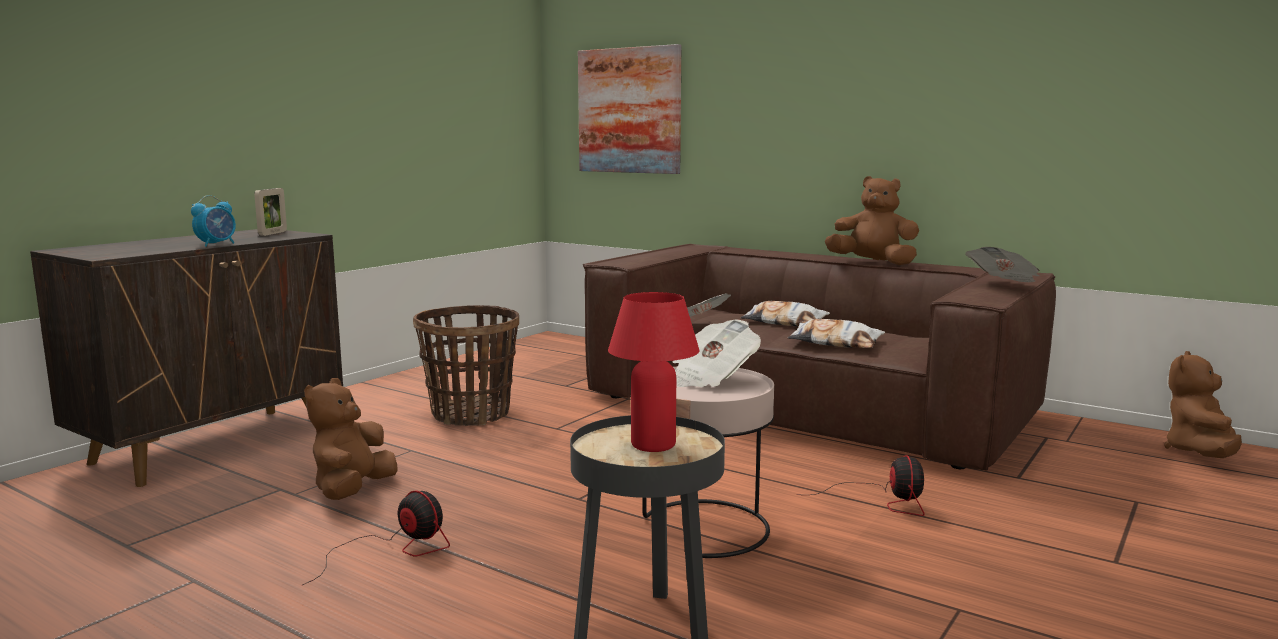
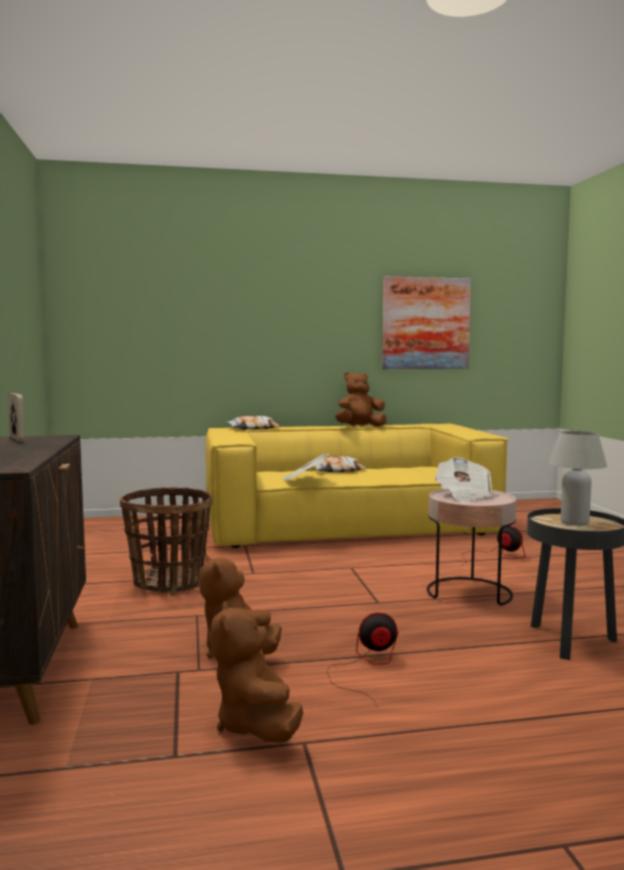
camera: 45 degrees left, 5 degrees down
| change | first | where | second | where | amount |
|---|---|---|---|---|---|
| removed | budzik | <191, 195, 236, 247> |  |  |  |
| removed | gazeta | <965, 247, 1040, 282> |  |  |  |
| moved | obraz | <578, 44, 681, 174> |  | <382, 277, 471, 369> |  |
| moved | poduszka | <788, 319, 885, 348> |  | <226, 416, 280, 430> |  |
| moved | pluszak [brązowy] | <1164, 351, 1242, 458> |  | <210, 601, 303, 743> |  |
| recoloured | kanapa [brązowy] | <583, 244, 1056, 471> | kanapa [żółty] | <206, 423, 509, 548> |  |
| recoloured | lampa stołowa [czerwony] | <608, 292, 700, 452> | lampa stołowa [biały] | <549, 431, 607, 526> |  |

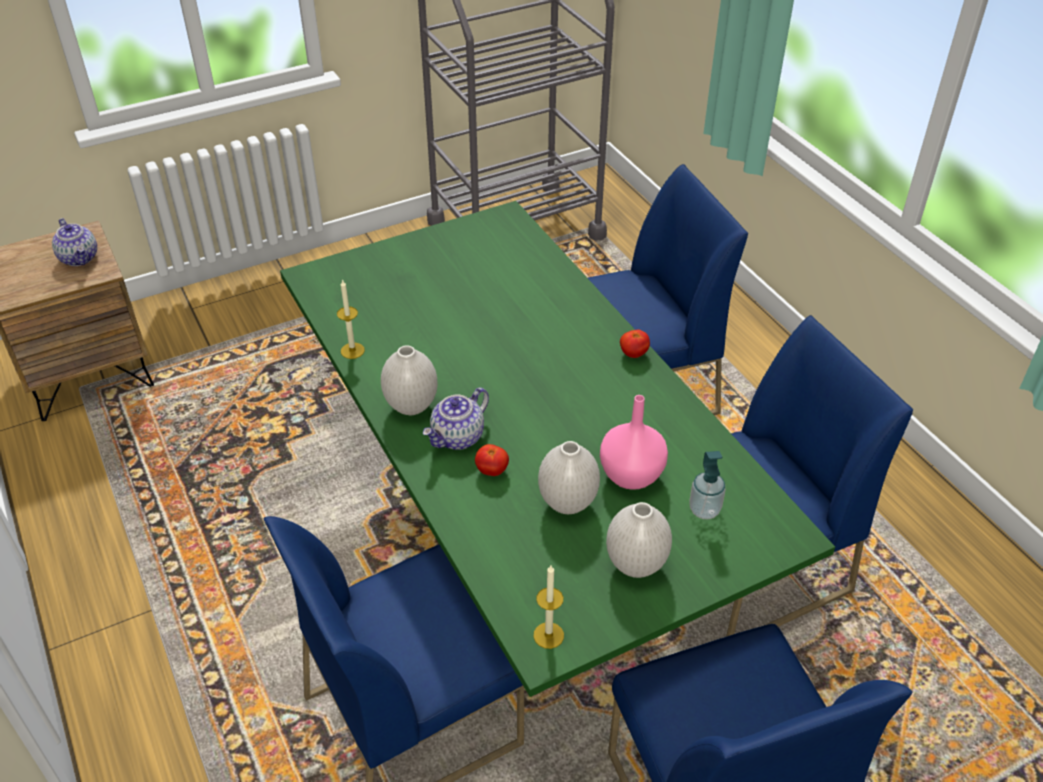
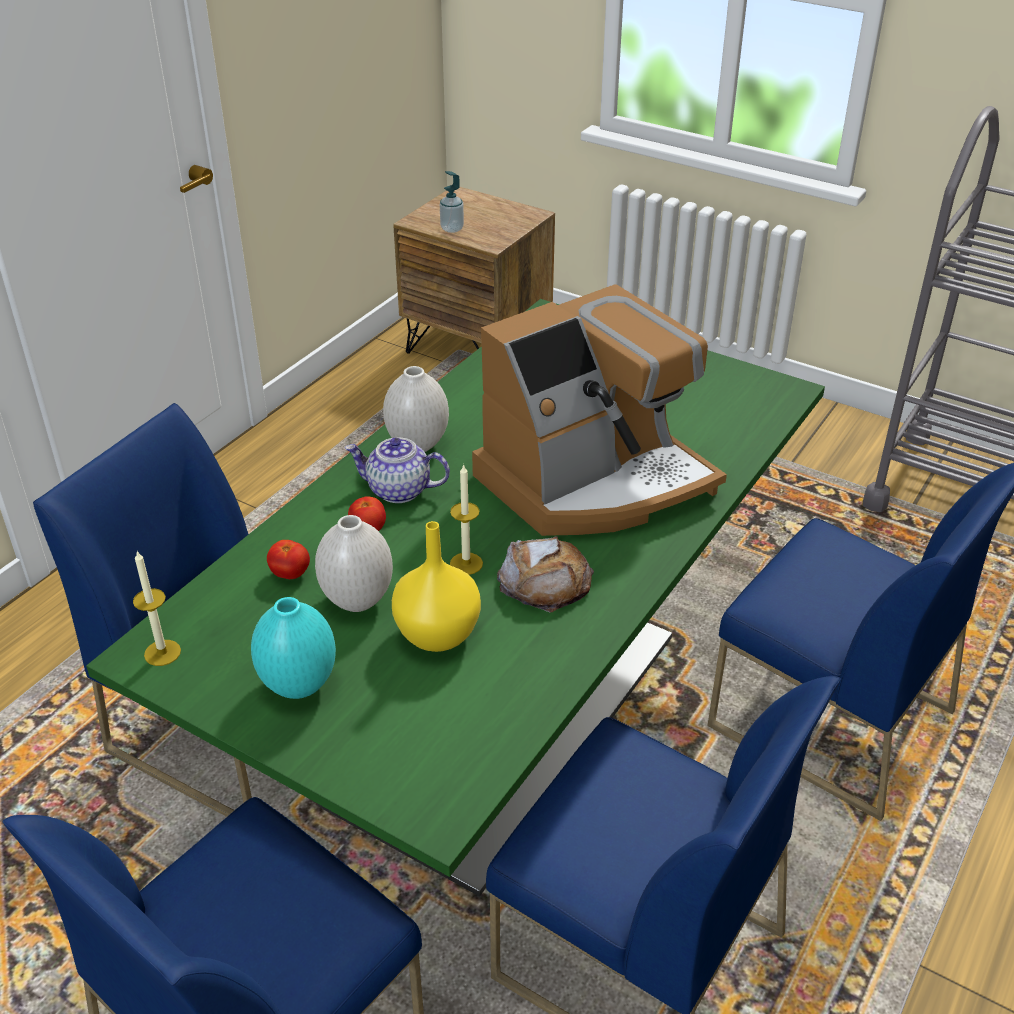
camera: 60 degrees right, 5 degrees down
| change | first | where | second | where | amount |
|---|---|---|---|---|---|
| removed | imbryk | <52, 218, 97, 266> |  |  |  |
| added |  |  | ekspres do kawy | <472, 284, 727, 536> |  |
| added |  |  | chleb | <497, 536, 594, 612> |  |
| moved | świeca | <337, 279, 365, 359> |  | <450, 464, 483, 575> |  |
| moved | pomidor | <620, 330, 650, 358> |  | <267, 540, 310, 579> |  |
| moved | dozownik mydła | <690, 451, 725, 519> |  | <440, 171, 464, 233> |  |
| recoloured | wazon [różowy] | <600, 395, 668, 490> | wazon [żółty] | <392, 521, 481, 652> |  |
| recoloured | wazon [biały] | <606, 502, 672, 578> | wazon [turkusowy] | <251, 597, 336, 699> |  |

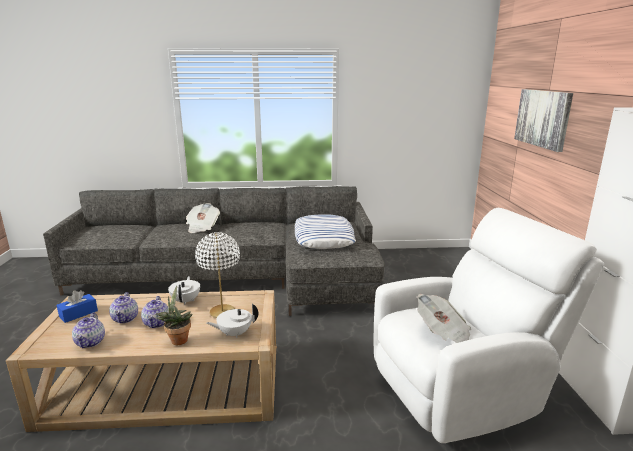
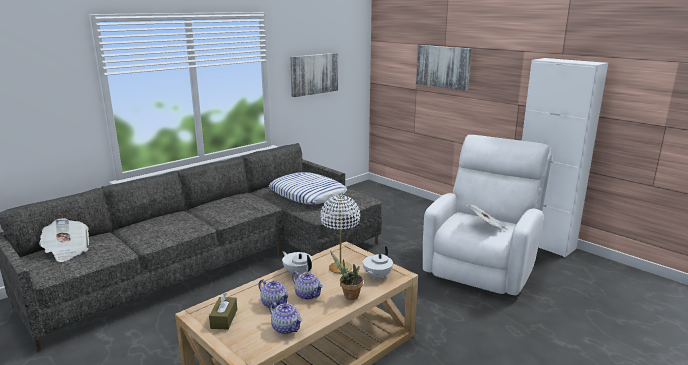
camera: 40 degrees left, 0 degrees up
| change | first | where | second | where | amount |
|---|---|---|---|---|---|
| added |  |  | obraz | <290, 53, 338, 97> |  |
| moved | gazeta | <186, 203, 220, 233> |  | <39, 218, 89, 262> |  |
| recoloured | pudełko chusteczek [niebieski] | <57, 290, 98, 323> | pudełko chusteczek [brązowy] | <209, 293, 237, 329> |  |

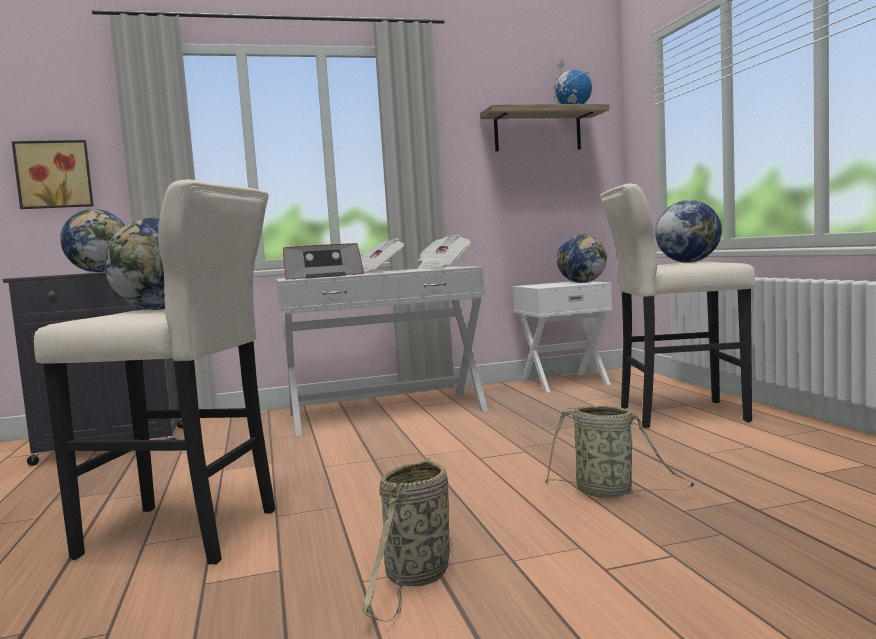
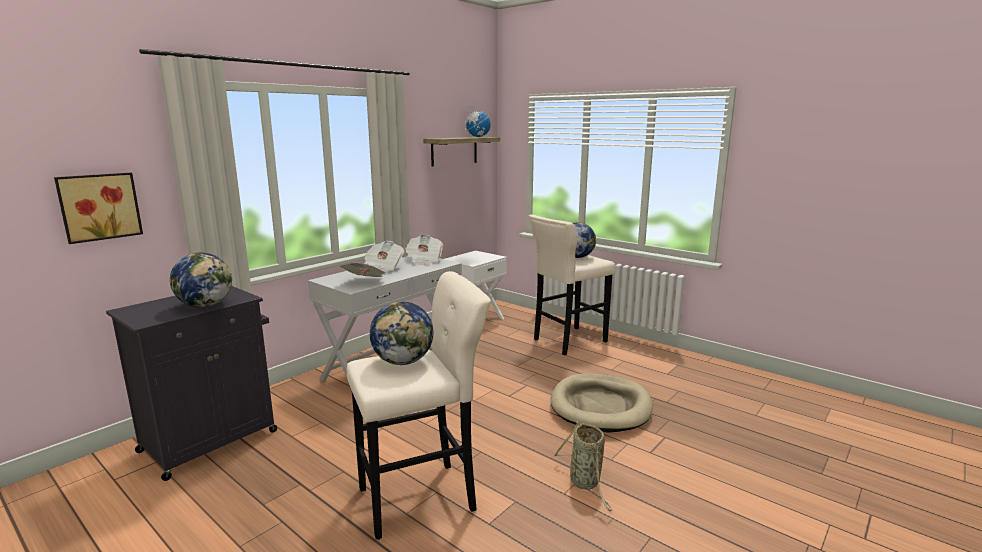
camera: 35 degrees left, 10 degrees up
| change | first | where | second | where | amount |
|---|---|---|---|---|---|
| removed | globus | <557, 234, 607, 283> |  |  |  |
| replaced | radio | <283, 243, 364, 280> | gazeta | <340, 263, 385, 277> |  |
| replaced | koszyk | <545, 405, 695, 498> | legowisko [beżowy] | <550, 374, 653, 433> |  |

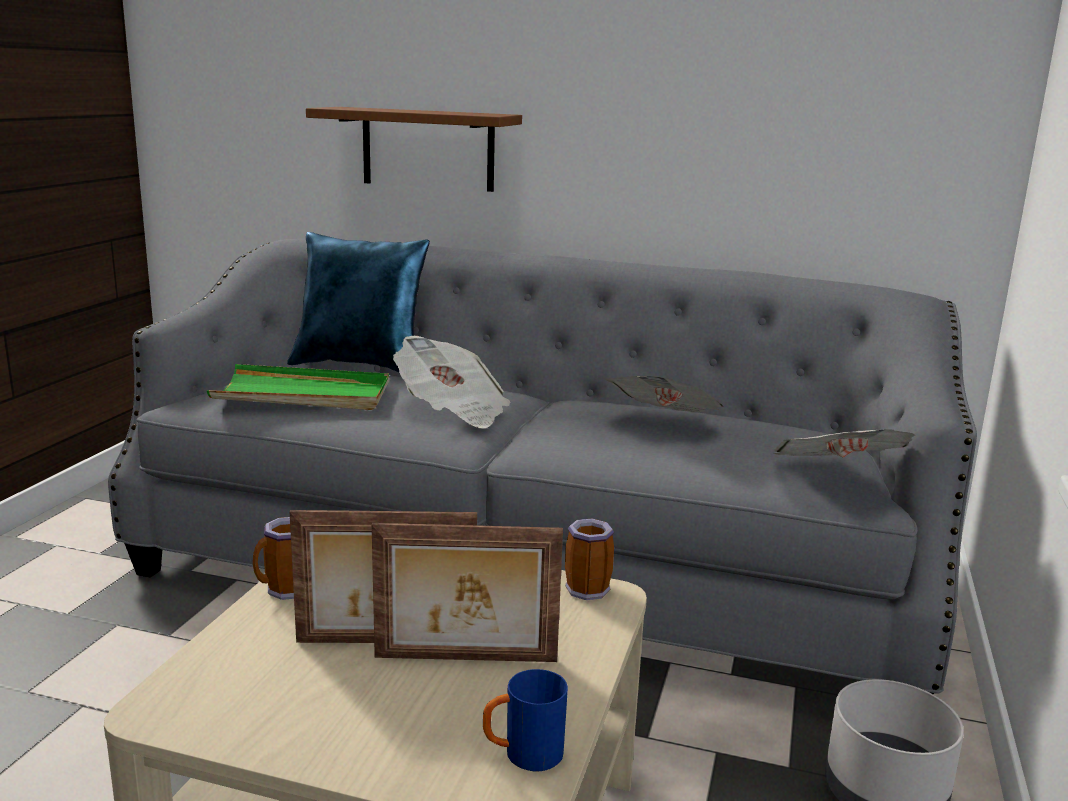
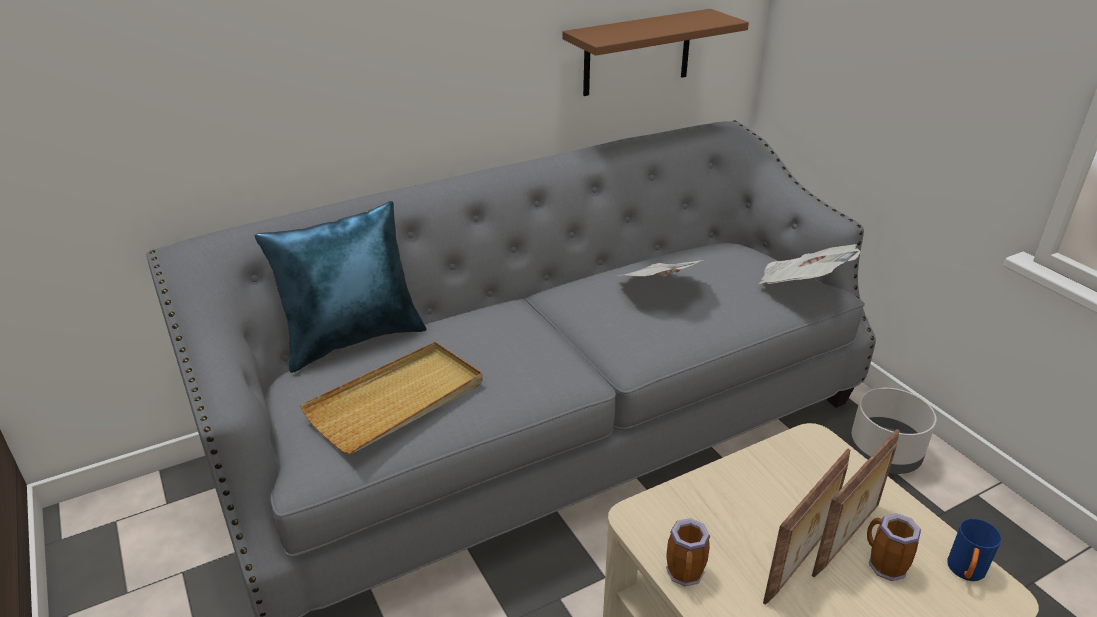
camera: 45 degrees left, 15 degrees up
| change | first | where | second | where | amount |
|---|---|---|---|---|---|
| removed | gazeta | <393, 336, 511, 429> |  |  |  |
| moved | półka [brązowy] | <306, 107, 522, 192> |  | <562, 9, 749, 96> |  |
| moved | kubek | <565, 519, 614, 600> |  | <867, 513, 921, 581> |  |
| recoloured | taca [zielony] | <207, 364, 389, 410> | taca [beżowy] | <300, 342, 483, 455> |  |

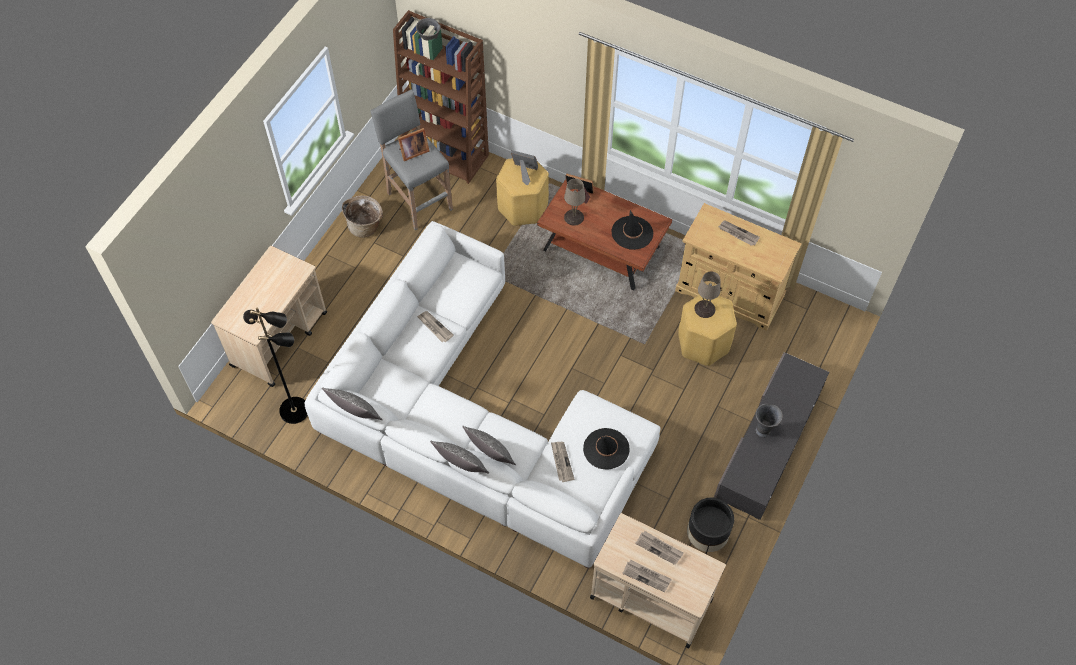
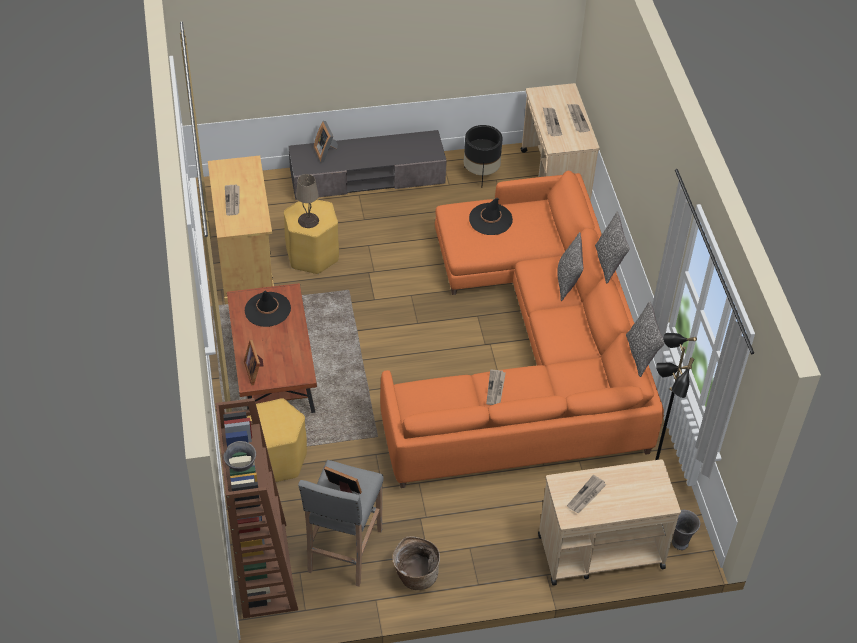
camera: 130 degrees left, 10 degrees down
| change | first | where | second | where | amount |
|---|---|---|---|---|---|
| removed | lampa stołowa [beżowy] | <564, 179, 586, 226> |  |  |  |
| moved | ramka na zdjęcie | <511, 150, 538, 186> |  | <314, 121, 338, 163> |  |
| moved | gazeta | <551, 442, 574, 482> |  | <567, 475, 606, 513> |  |
| moved | wazon [szary] | <755, 404, 783, 438> |  | <672, 510, 700, 550> |  |
| recoloured | kanapa [biały] | <304, 221, 660, 568> | kanapa [pomarańczowy] | <380, 171, 664, 488> |  |

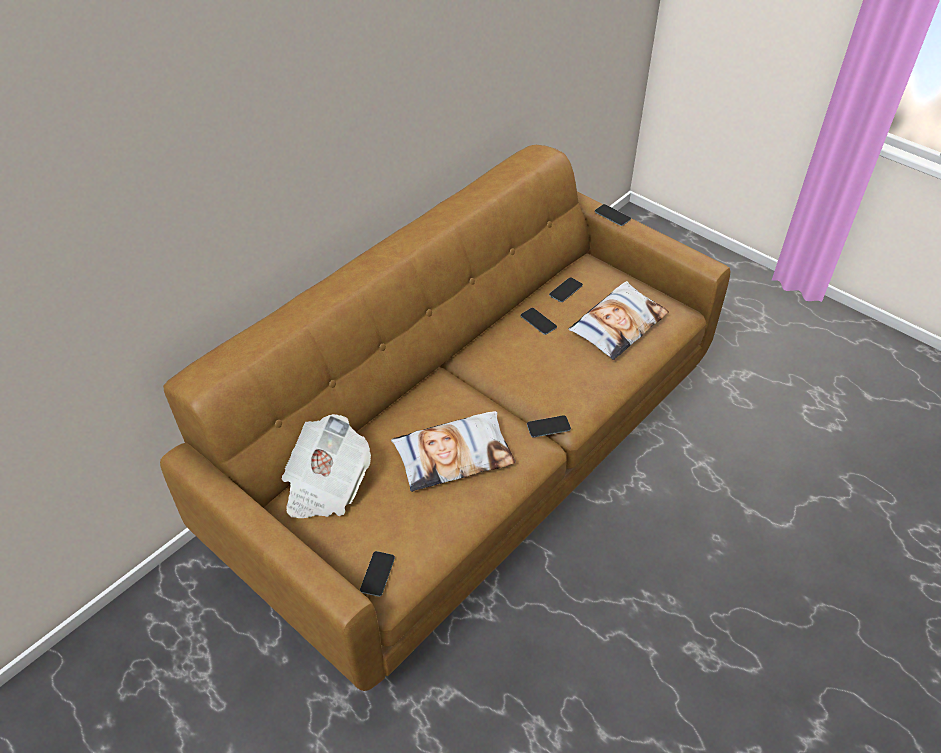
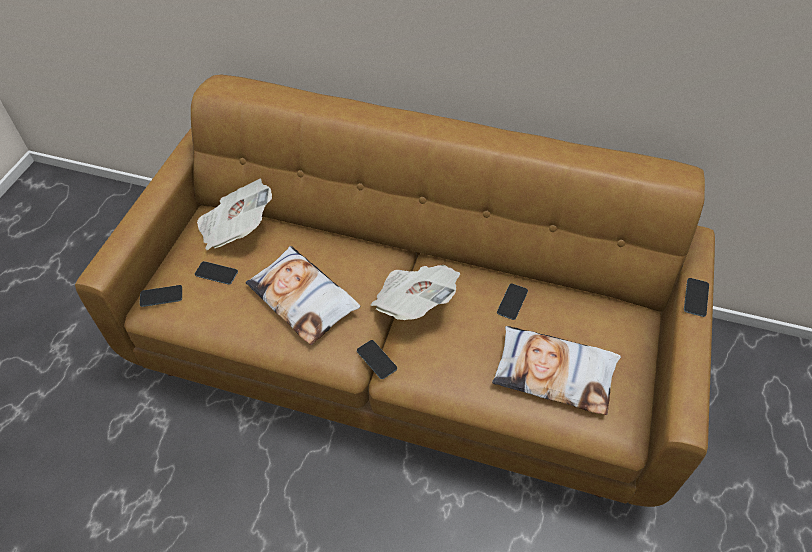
camera: 65 degrees right, 5 degrees up
| change | first | where | second | where | amount |
|---|---|---|---|---|---|
| added |  |  | gazeta | <371, 265, 460, 320> |  |
| moved | telefon | <549, 277, 583, 302> |  | <195, 261, 238, 285> |  |

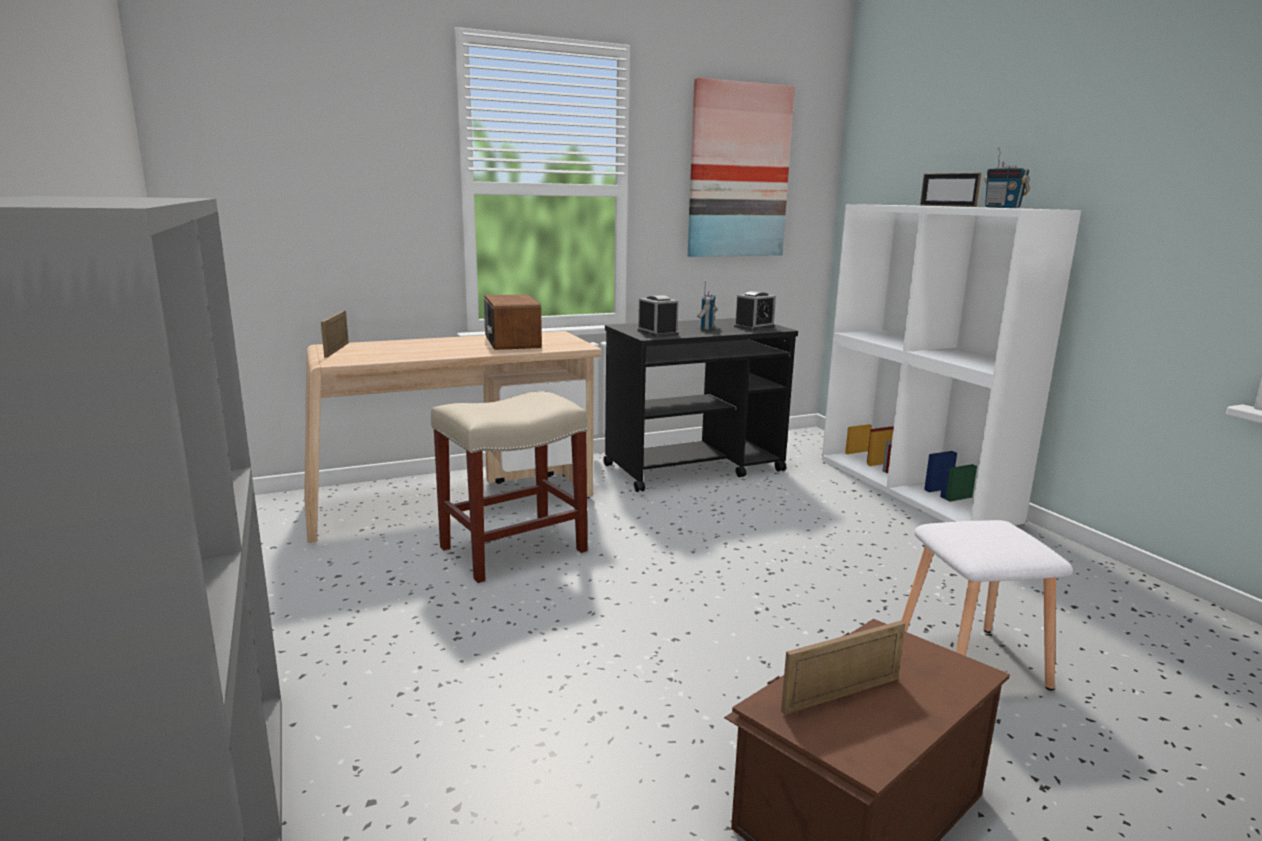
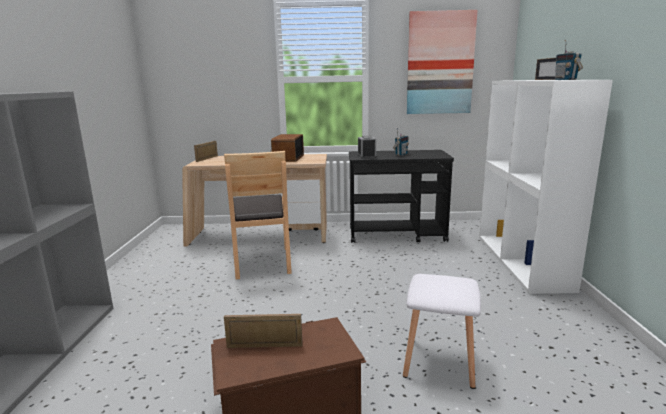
camera: 25 degrees right, 0 degrees up
| change | first | where | second | where | amount |
|---|---|---|---|---|---|
| removed | budzik | <734, 291, 776, 331> |  |  |  |
| replaced | stołek [beżowy] | <431, 391, 588, 583> | krzesło [brązowy] | <224, 151, 292, 279> |  |

